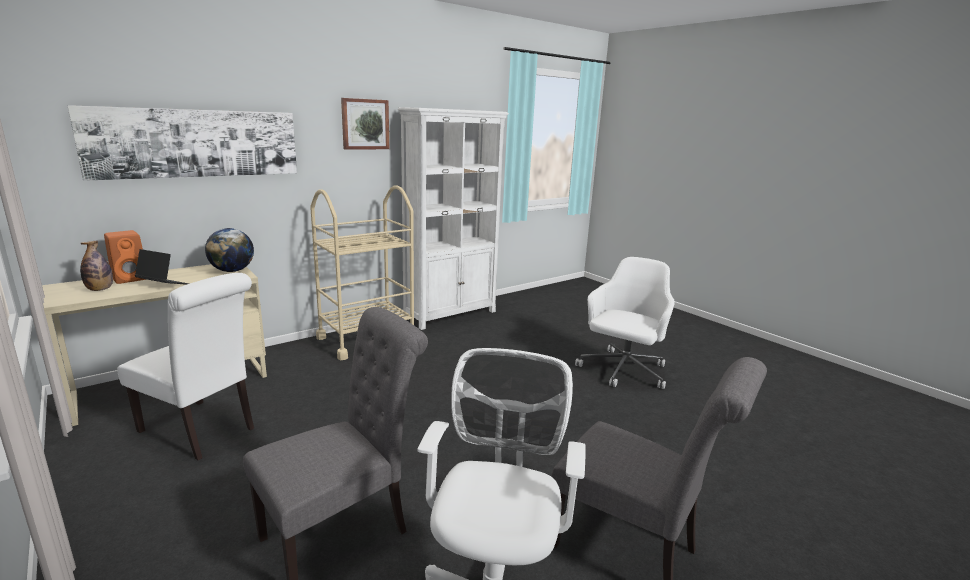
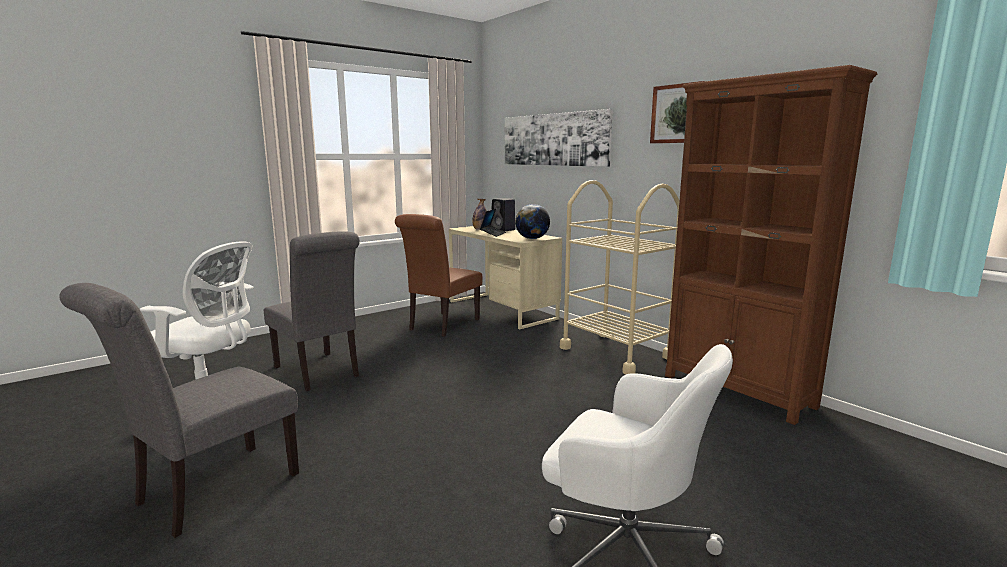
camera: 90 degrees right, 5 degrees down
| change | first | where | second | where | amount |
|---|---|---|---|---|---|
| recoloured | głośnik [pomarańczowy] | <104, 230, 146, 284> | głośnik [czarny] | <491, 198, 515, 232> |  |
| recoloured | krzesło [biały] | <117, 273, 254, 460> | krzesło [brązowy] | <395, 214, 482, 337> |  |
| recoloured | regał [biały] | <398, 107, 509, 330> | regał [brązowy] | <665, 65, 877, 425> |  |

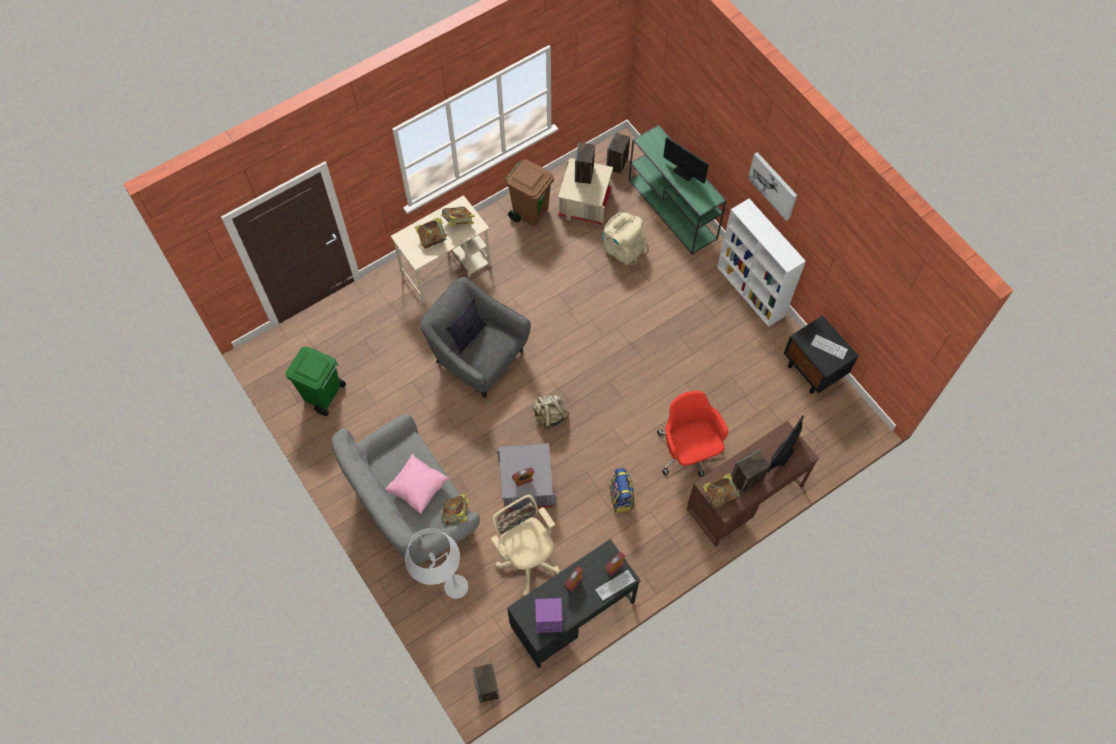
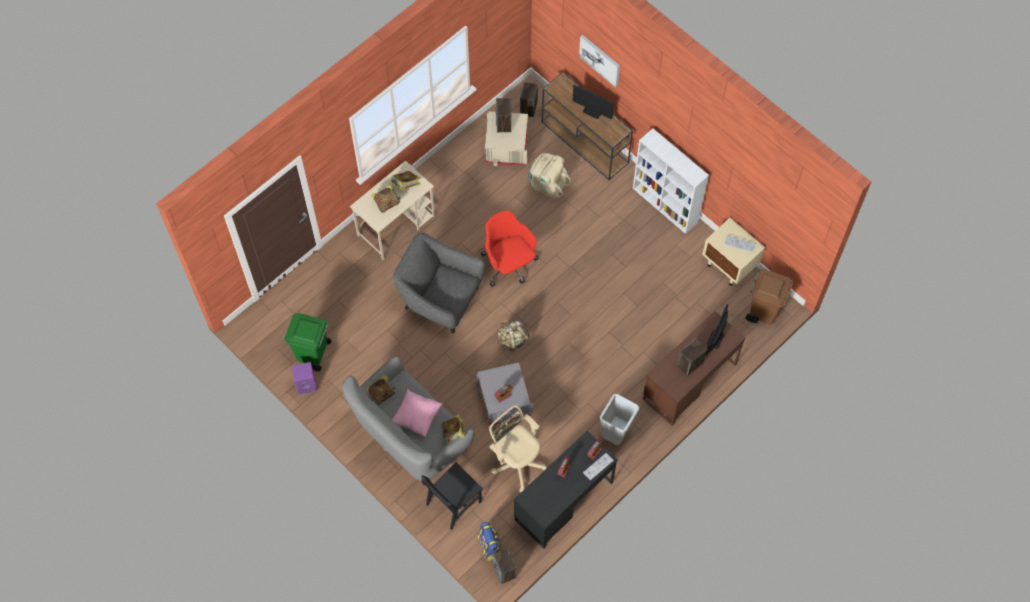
camera: 10 degrees left, 0 degrees up
| change | first | where | second | where | amount |
|---|---|---|---|---|---|
| removed | poduszka | <446, 299, 487, 354> |  |  |  |
| added |  |  | kosz na śmieci [szary] | <600, 394, 639, 445> |  |
| moved | kosz na śmieci [brązowy] | <505, 159, 554, 226> |  | <746, 269, 793, 325> |  |
| moved | głośnik [fioletowy] | <535, 598, 562, 633> |  | <291, 362, 317, 395> |  |
| moved | plecak | <609, 468, 635, 513> |  | <478, 522, 502, 561> |  |
| moved | krzesło biurowe [czerwony] | <657, 391, 729, 477> |  | <481, 211, 538, 287> |  |
| moved | książka | <703, 473, 741, 508> |  | <365, 374, 396, 405> |  |
| moved | obraz | <748, 152, 797, 221> |  | <579, 35, 620, 87> |  |
| replaced | lampa stojąca [biały] | <405, 528, 468, 599> | krzesło [czarny] | <421, 462, 483, 530> |  |
| recoloured | stolik konsolowy [zielony] | <629, 125, 727, 254> | stolik konsolowy [brązowy] | <542, 72, 633, 180> |  |
| recoloured | szafka nocna [czarny] | <784, 315, 858, 394> | szafka nocna [beżowy] | <702, 218, 765, 285> |  |

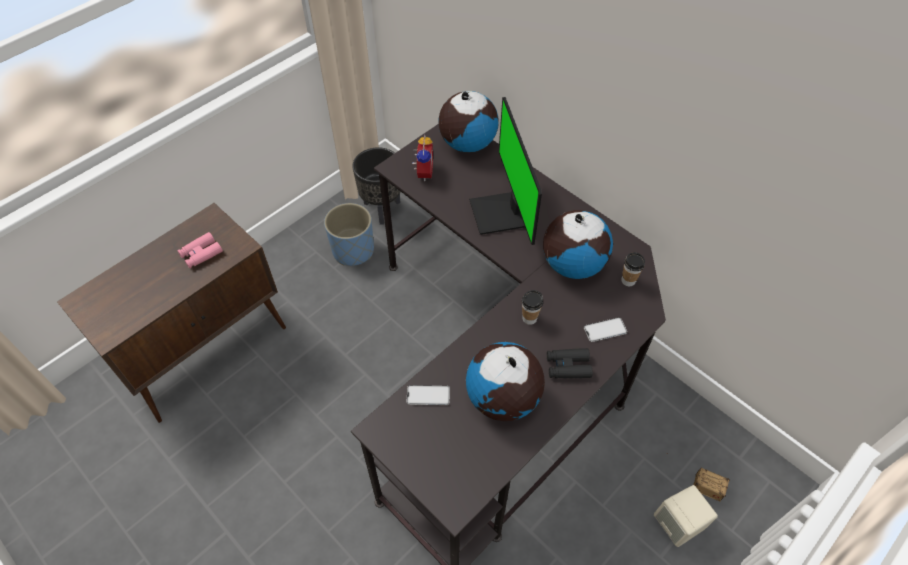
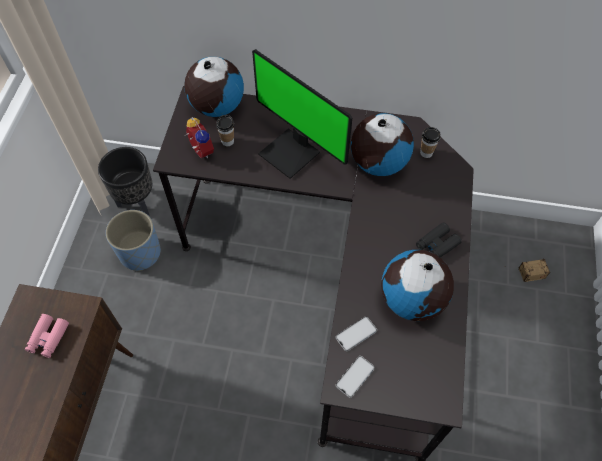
camera: 35 degrees left, 5 degrees up
| change | first | where | second | where | amount |
|---|---|---|---|---|---|
| removed | głośnik [beżowy] | <654, 485, 718, 547> |  |  |  |
| moved | filiżanka | <522, 290, 543, 325> |  | <216, 115, 234, 146> |  |
| moved | telefon | <584, 317, 627, 342> |  | <336, 356, 375, 398> |  |

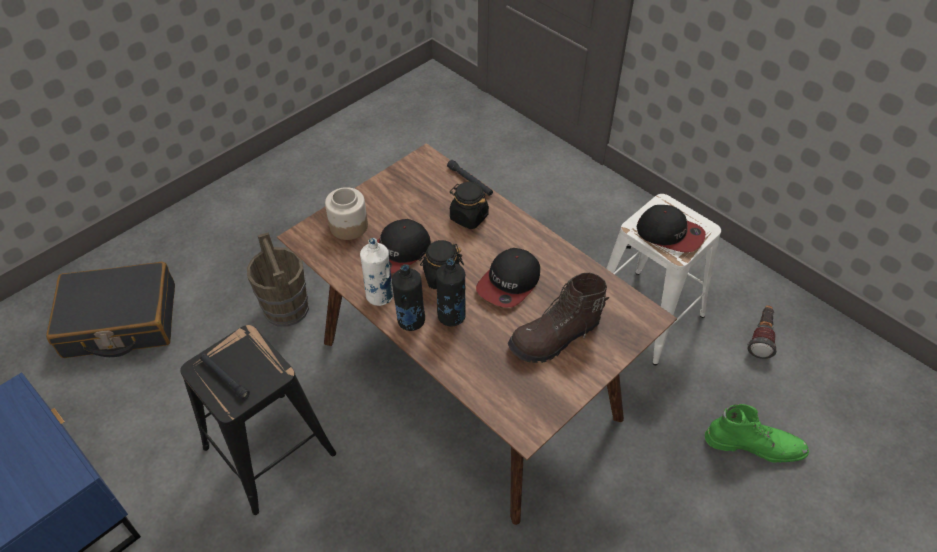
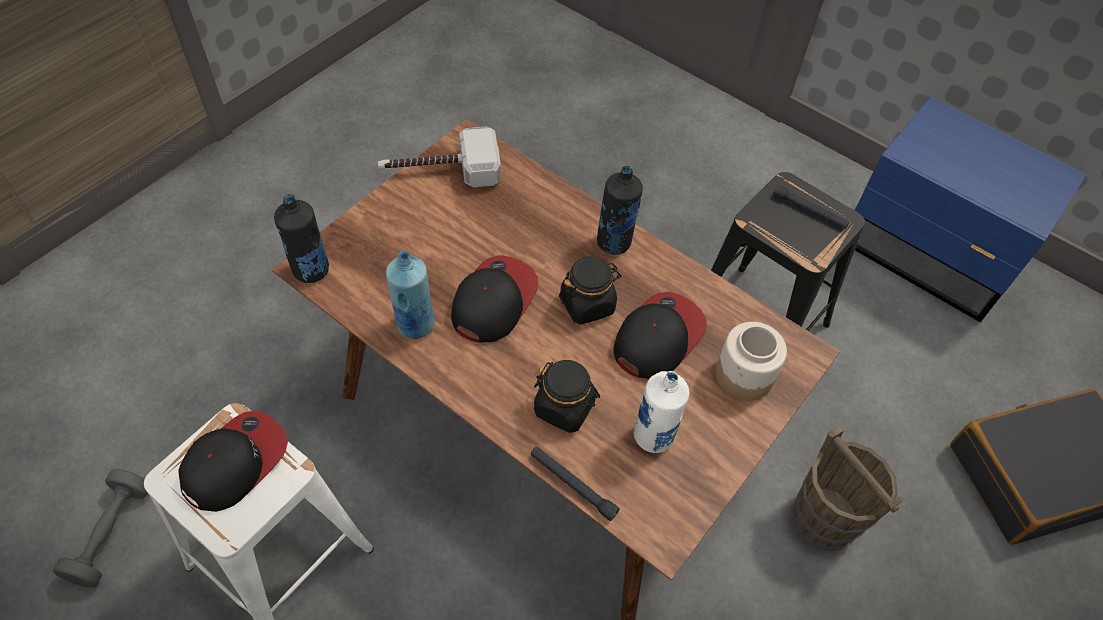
camera: 170 degrees right, 5 degrees up
| change | first | where | second | where | amount |
|---|---|---|---|---|---|
| removed | but z cholewką [brązowy] | <508, 273, 609, 363> |  |  |  |
| removed | but z cholewką [zielony] | <705, 404, 809, 463> |  |  |  |
| added |  |  | młotek | <378, 127, 501, 187> |  |
| added |  |  | butelka [niebieski] | <386, 251, 435, 339> |  |
| moved | butelka [biały] | <360, 238, 393, 306> |  | <633, 371, 689, 453> |  |
| moved | butelka [czarny] | <436, 258, 466, 326> |  | <274, 194, 329, 283> |  |
| replaced | latarka | <747, 305, 777, 359> | hantel [szary] | <53, 469, 147, 588> |  |
| turned | czapka z daszkiem | <637, 205, 706, 252> |  | <178, 410, 288, 512> | 105 degrees clockwise |

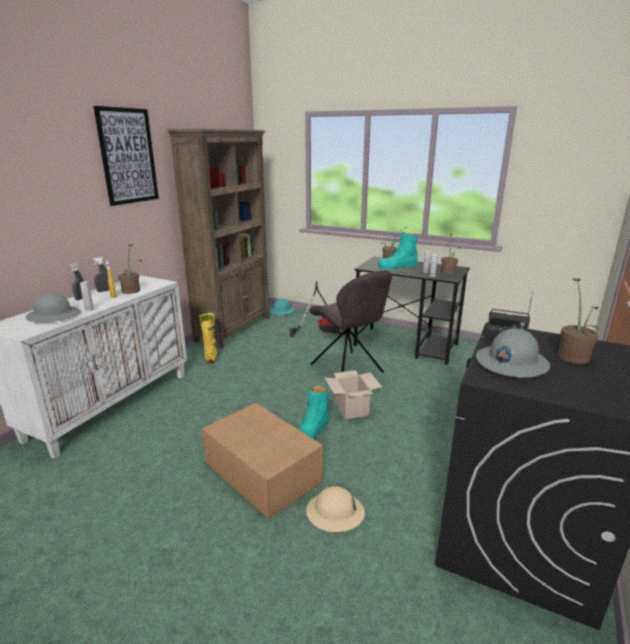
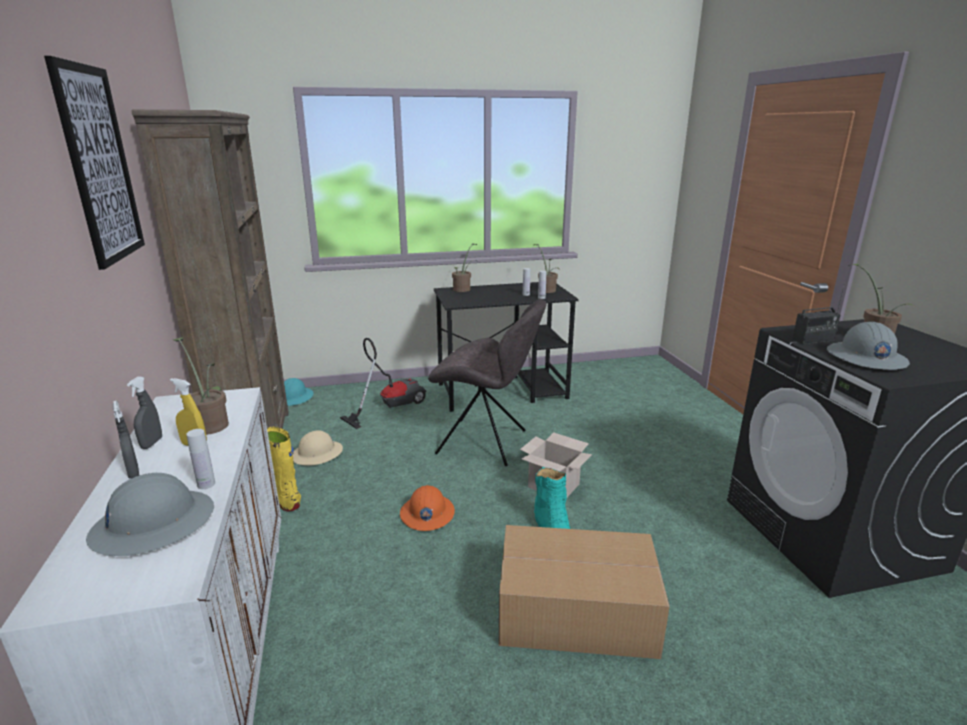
camera: 40 degrees left, 0 degrees up
| change | first | where | second | where | amount |
|---|---|---|---|---|---|
| removed | but z cholewką [turkusowy] | <378, 232, 418, 270> |  |  |  |
| added |  |  | kask [pomarańczowy] | <400, 485, 455, 531> |  |
| moved | kask [beżowy] | <306, 486, 365, 532> |  | <293, 430, 343, 466> |  |

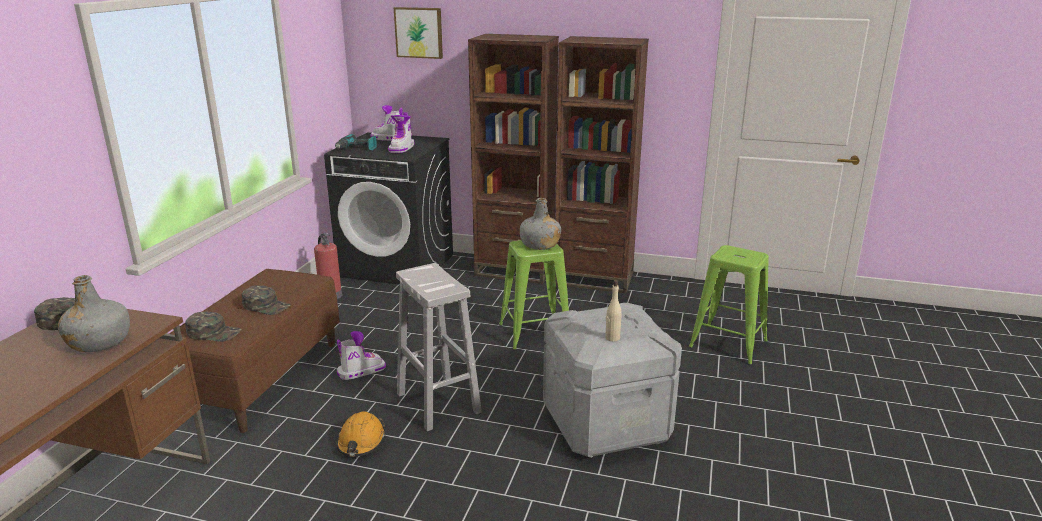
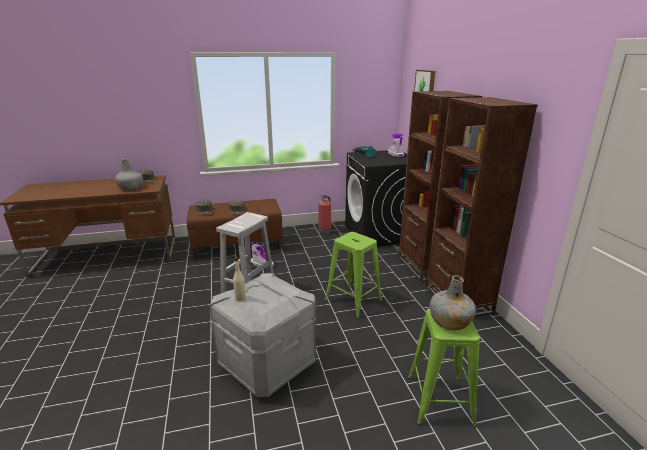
camera: 60 degrees right, 0 degrees up
| change | first | where | second | where | amount |
|---|---|---|---|---|---|
| removed | kask [pomarańczowy] | <337, 412, 385, 456> |  |  |  |
| removed | but z cholewką | <388, 112, 414, 153> |  |  |  |
| moved | butelka [szary] | <520, 198, 561, 250> |  | <430, 275, 476, 330> |  |

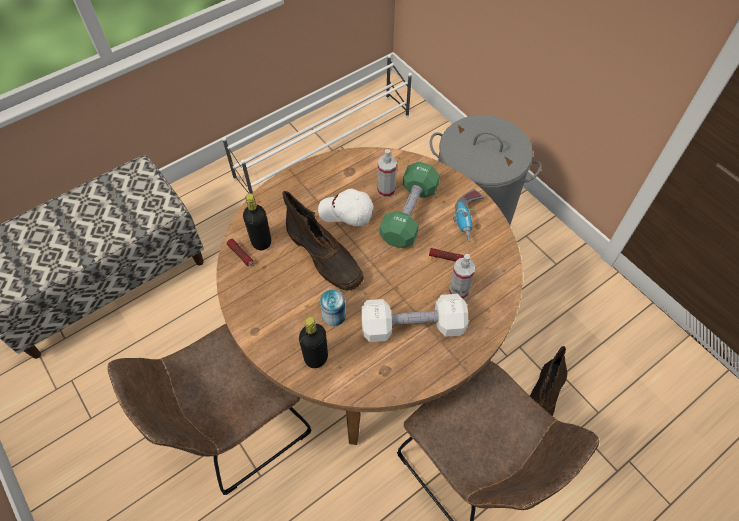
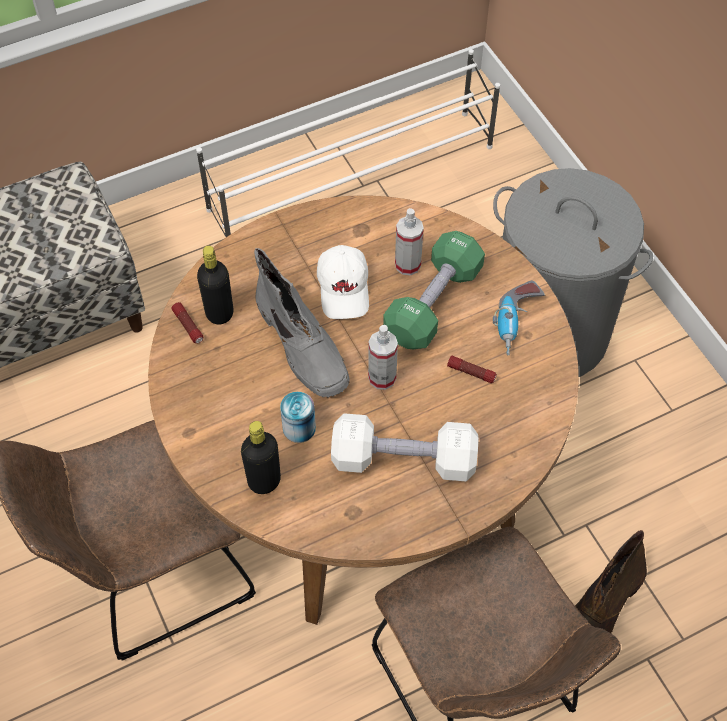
camera: 10 degrees right, 0 degrees up
| change | first | where | second | where | amount |
|---|---|---|---|---|---|
| moved | spryskiwacz | <449, 254, 475, 300> |  | <368, 325, 398, 390> |  |
| recoloured | but z cholewką [brązowy] | <282, 191, 364, 291> | but z cholewką [szary] | <254, 248, 350, 398> |  |
| turned | czapka z daszkiem [biały] | <318, 189, 373, 226> |  | <317, 245, 369, 319> | 120 degrees counterclockwise |

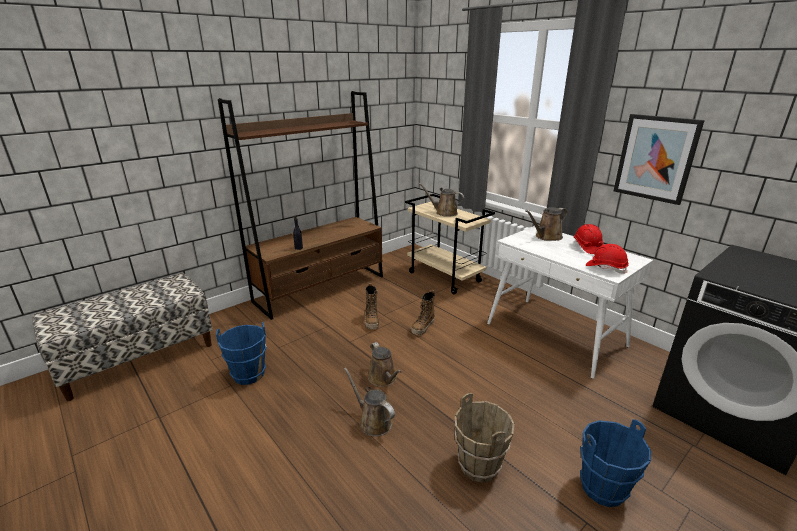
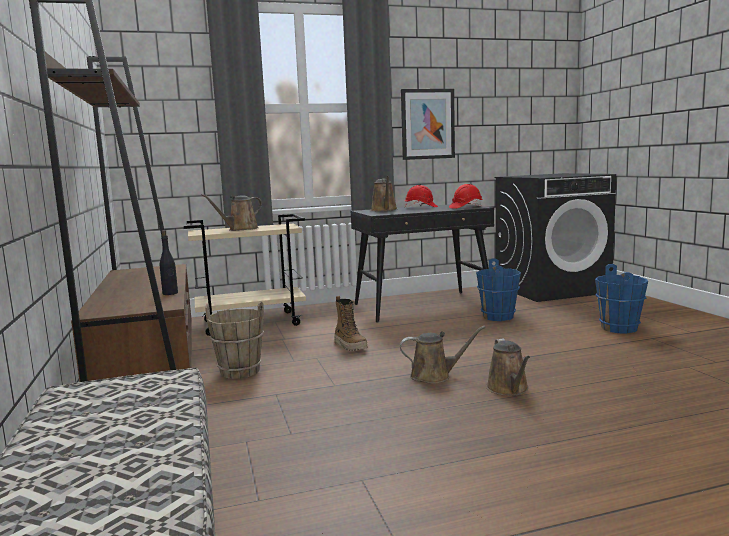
camera: 65 degrees left, 15 degrees down
| change | first | where | second | where | amount |
|---|---|---|---|---|---|
| removed | but z cholewką | <365, 283, 379, 329> |  |  |  |
| moved | wiadro [niebieski] | <216, 322, 267, 385> |  | <476, 258, 521, 321> |  |
| moved | wiadro [brązowy] | <455, 393, 514, 483> |  | <205, 302, 265, 379> |  |
| recoloured | biurko [biały] | <487, 226, 653, 379> | biurko [czarny] | <351, 204, 494, 323> |  |
| turned | konewka [brązowy] | <344, 367, 395, 437> |  | <486, 339, 530, 396> | 75 degrees counterclockwise |

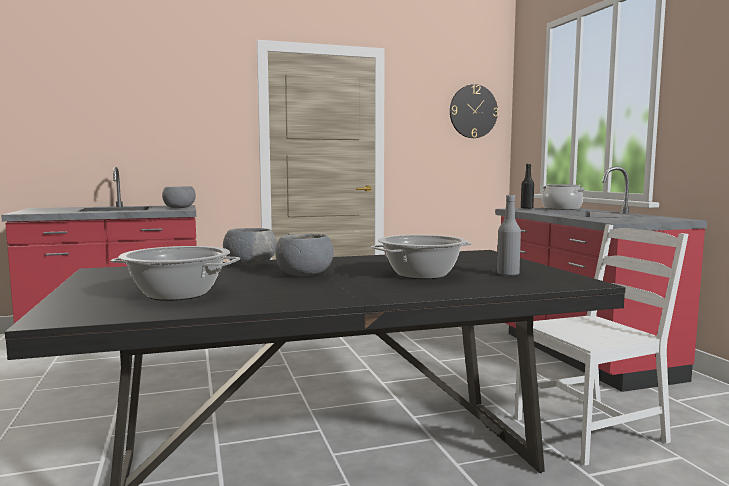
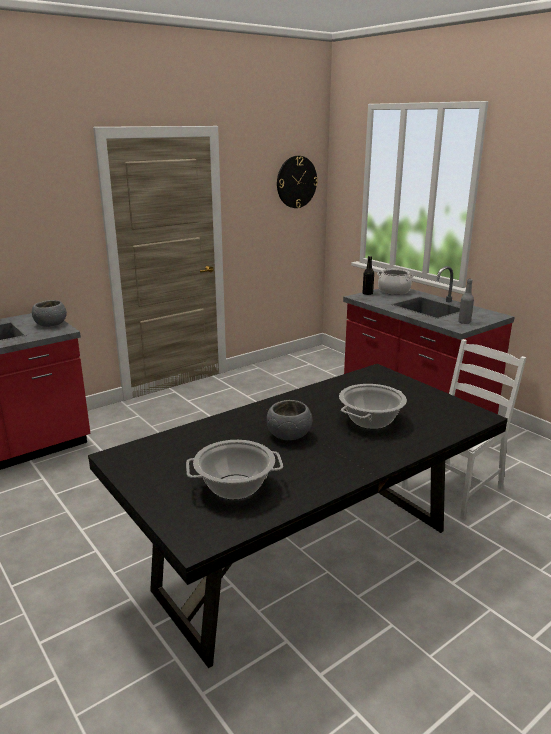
camera: 20 degrees left, 15 degrees up
| change | first | where | second | where | amount |
|---|---|---|---|---|---|
| removed | miska [szary] | <223, 228, 277, 266> |  |  |  |
| moved | butelka [szary] | <497, 195, 521, 276> |  | <458, 279, 474, 324> |  |

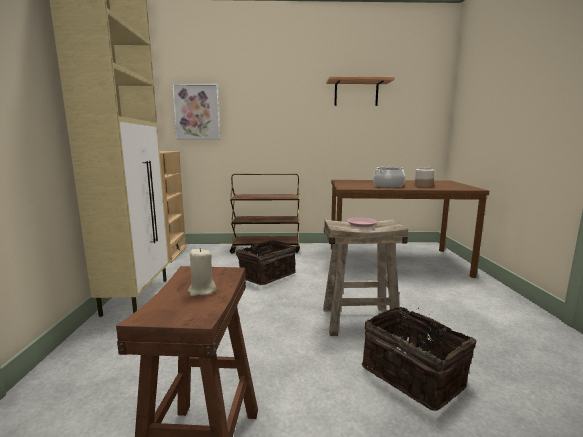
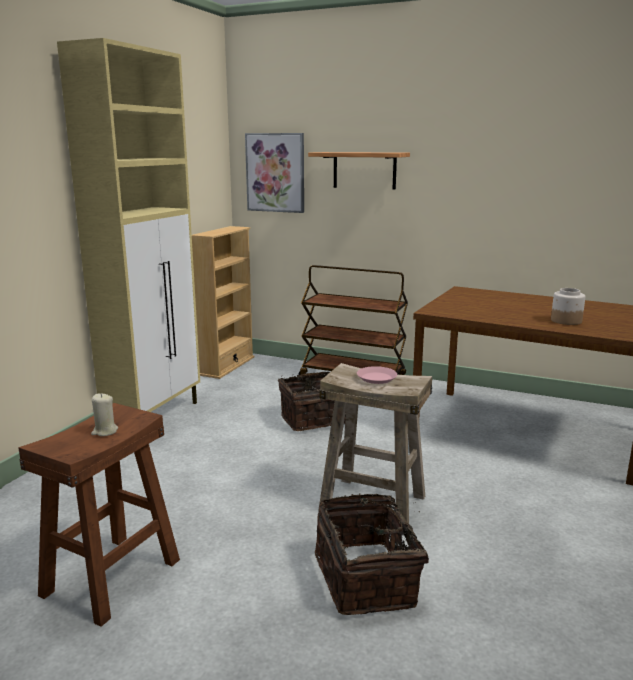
camera: 25 degrees right, 5 degrees up
| change | first | where | second | where | amount |
|---|---|---|---|---|---|
| removed | garnek | <373, 167, 405, 188> |  |  |  |
| moved | półka | <326, 76, 395, 106> |  | <308, 152, 410, 190> |  |

